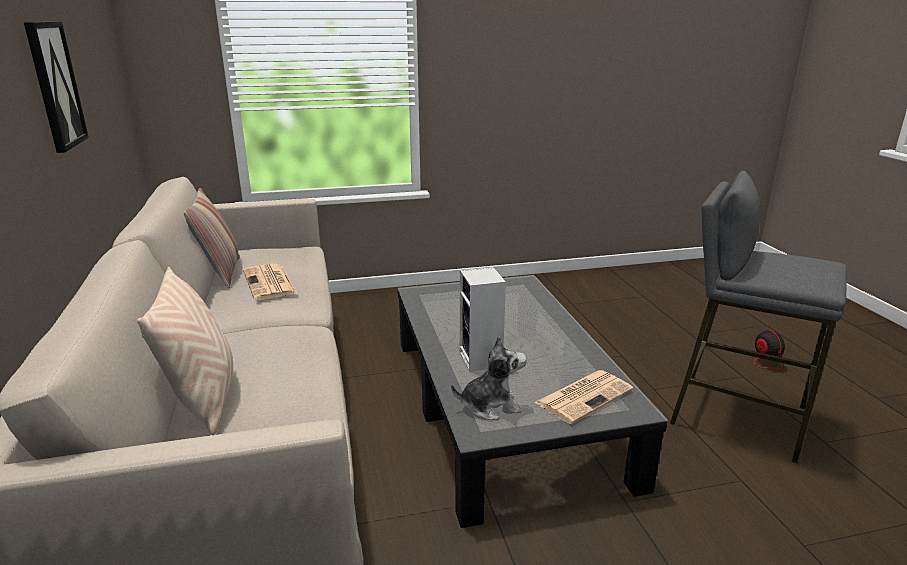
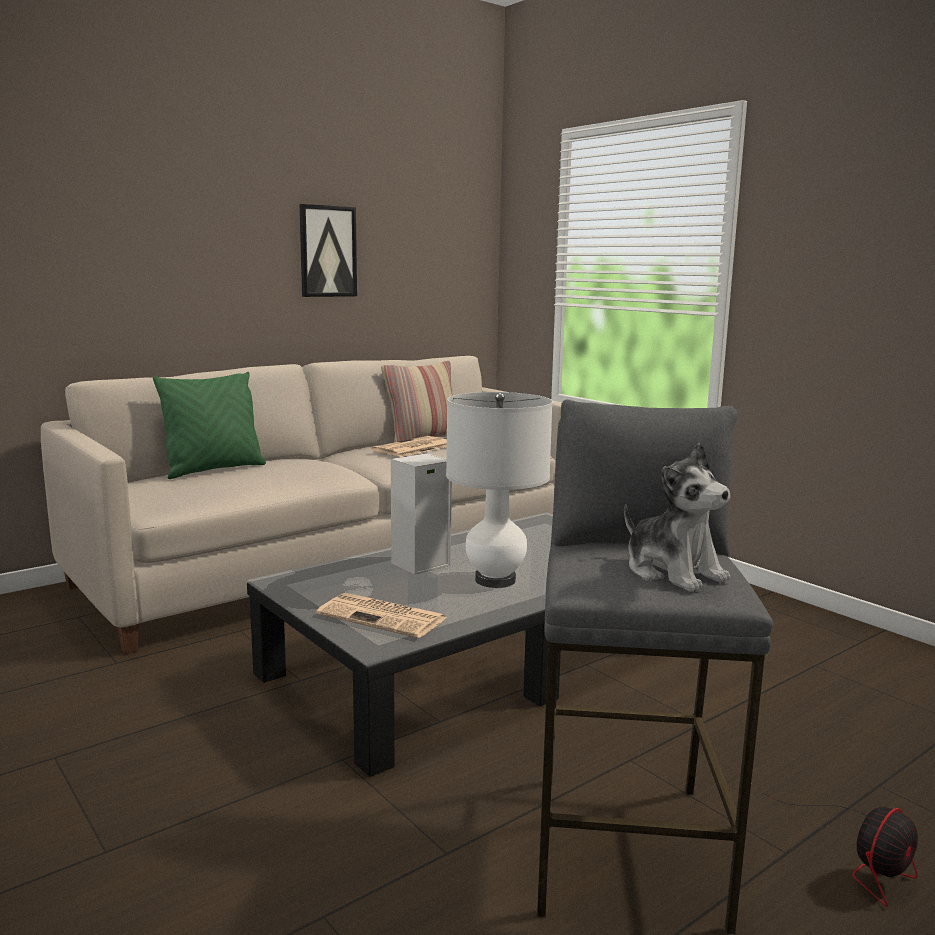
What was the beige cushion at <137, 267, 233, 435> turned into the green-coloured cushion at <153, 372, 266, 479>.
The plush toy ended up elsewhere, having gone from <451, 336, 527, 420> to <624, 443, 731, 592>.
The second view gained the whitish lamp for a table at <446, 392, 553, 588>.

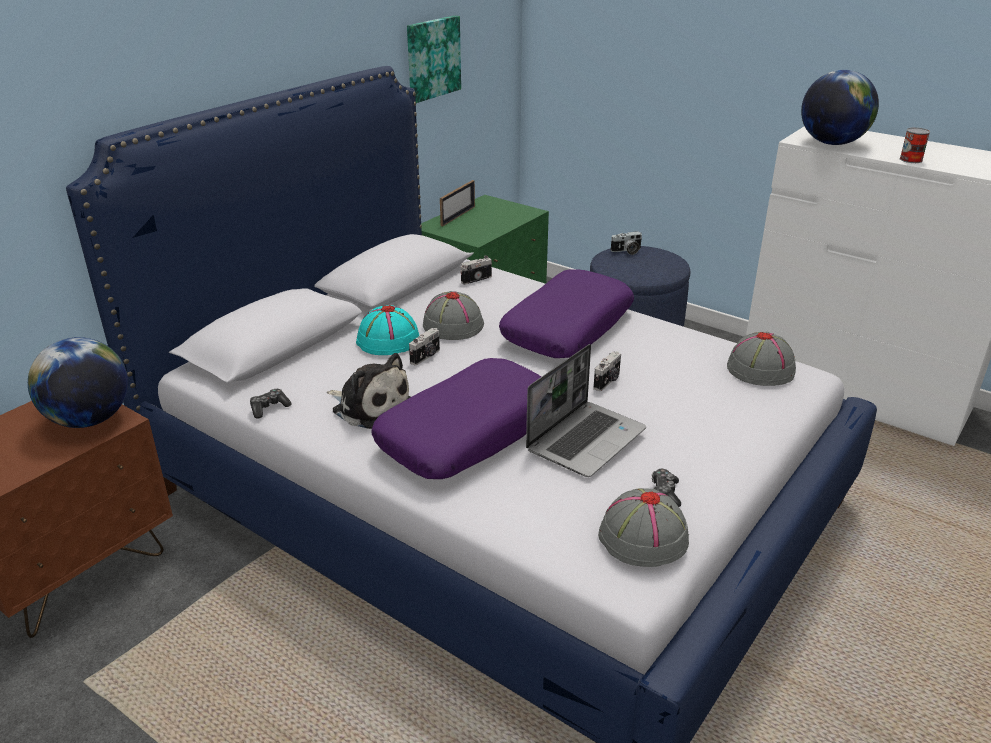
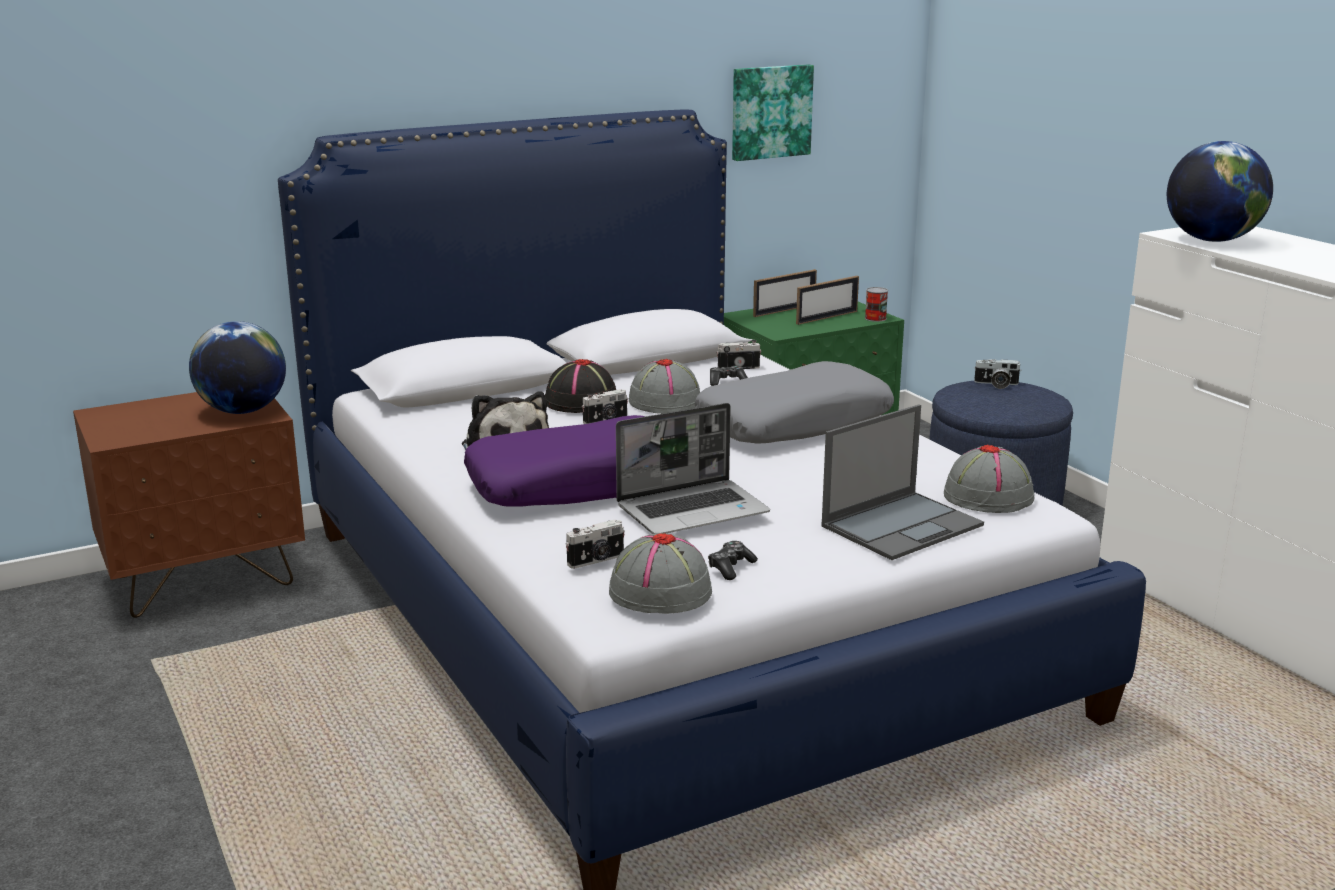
The sealed can ended up elsewhere, having gone from <900, 127, 930, 163> to <865, 287, 888, 322>.
What was the purple cushion at <499, 270, 634, 358> turned into the grey cushion at <695, 361, 894, 444>.
What was the blue-green hat at <356, 305, 419, 355> turned into the black-coloured hat at <545, 359, 616, 413>.
The photo camera ended up elsewhere, having gone from <593, 351, 621, 391> to <565, 519, 625, 569>.
The game controller ended up elsewhere, having gone from <250, 389, 292, 419> to <710, 366, 748, 386>.
The second view gained the photo frame at <796, 276, 859, 325>.
The second view gained the laptop at <821, 405, 984, 560>.

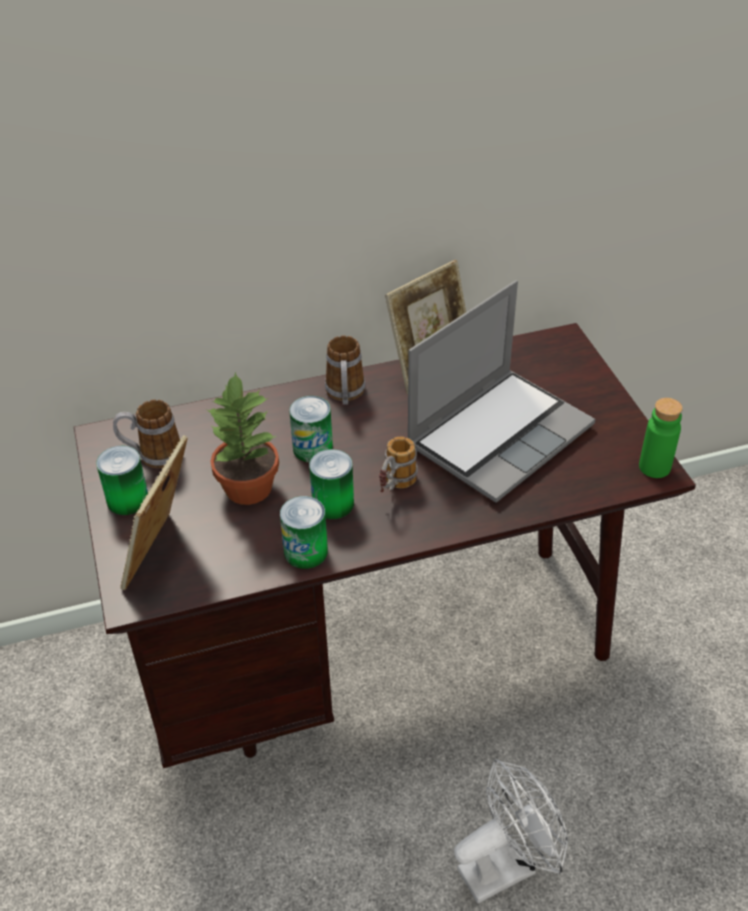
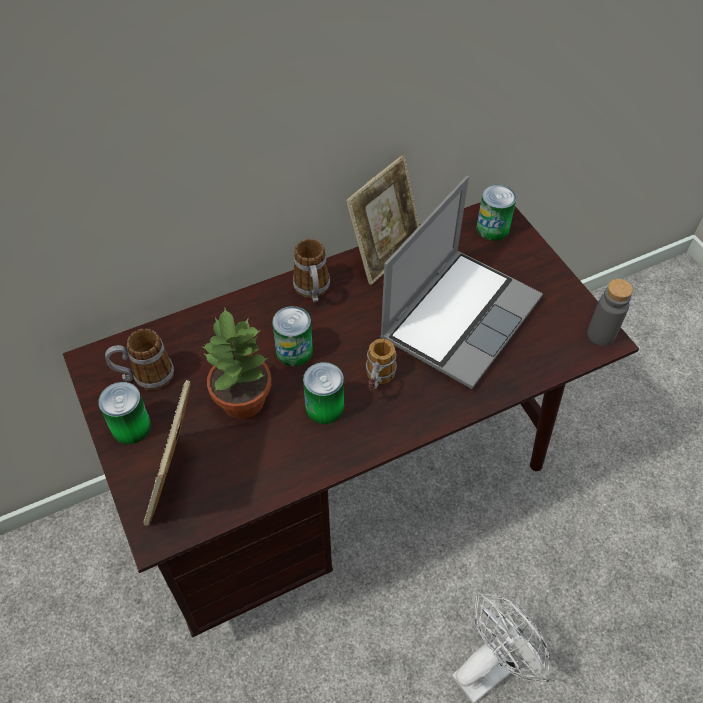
What was the green-coloured drink bottle at <639, 398, 683, 478> turned into the grey drink bottle at <587, 279, 633, 346>.
The sealed can ended up elsewhere, having gone from <280, 496, 328, 569> to <477, 185, 516, 241>.

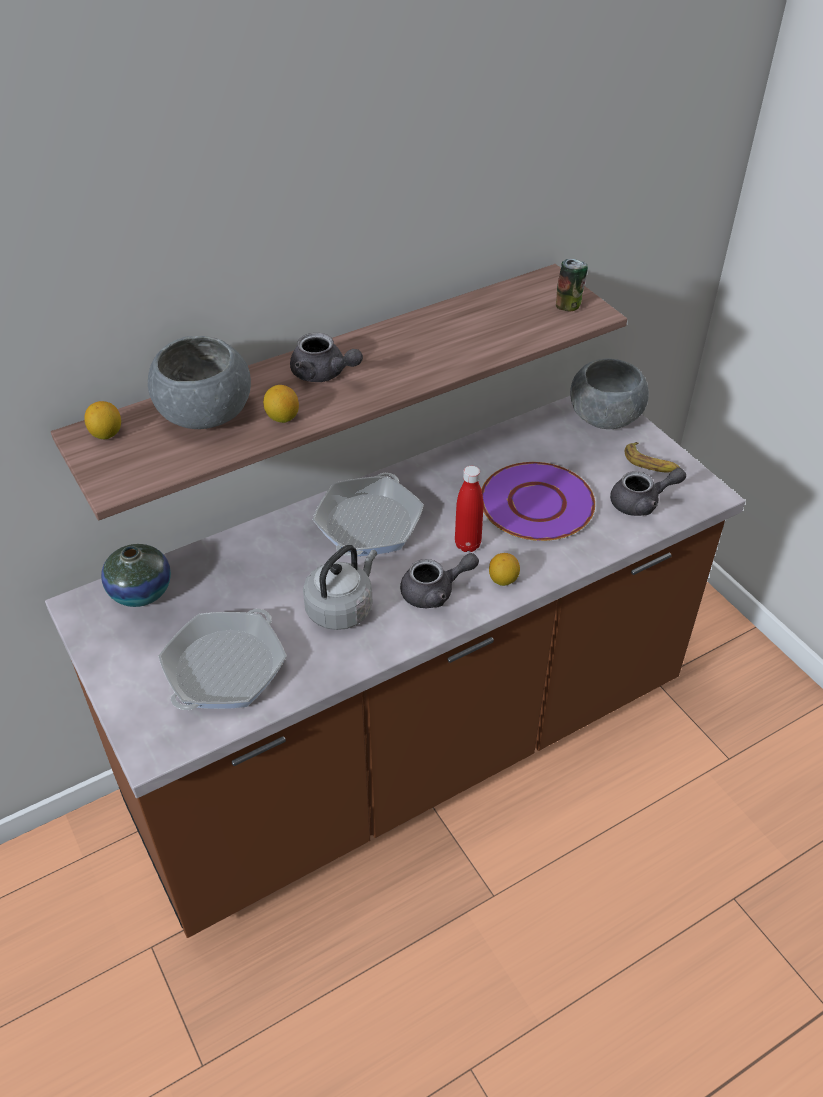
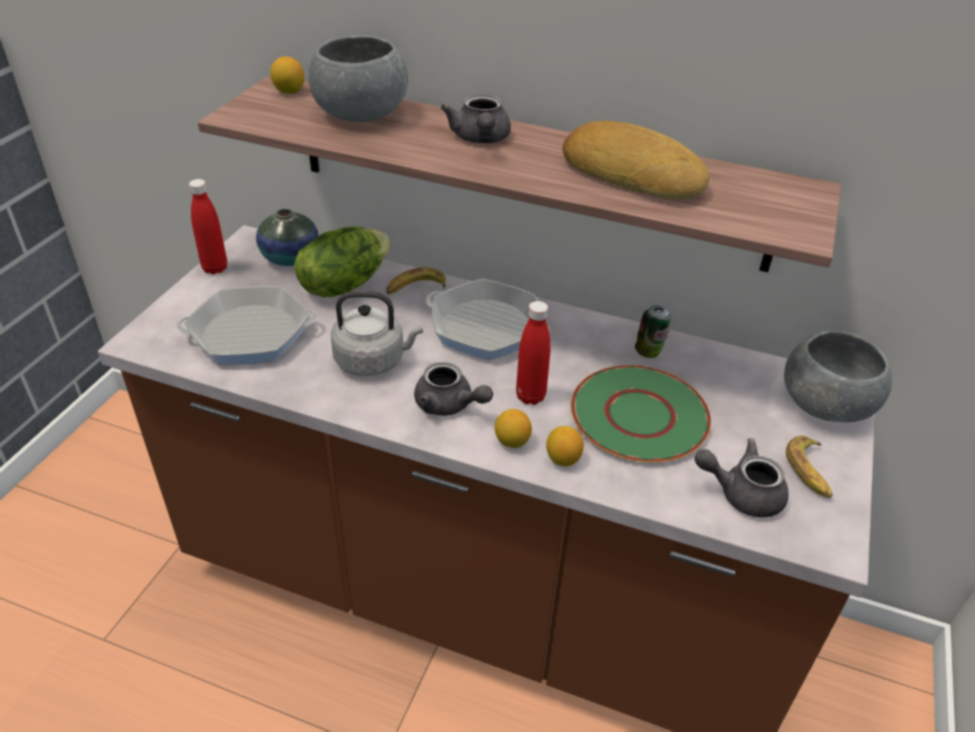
The sealed can ended up elsewhere, having gone from <556, 259, 588, 311> to <635, 305, 671, 358>.
The citrus fruit ended up elsewhere, having gone from <263, 385, 299, 423> to <546, 426, 584, 466>.
What was the purple plate at <481, 462, 595, 541> turned into the green-coloured plate at <571, 365, 711, 462>.
The grey tea pot at <610, 468, 686, 516> ended up facing another way, 150 degrees clockwise from before.
The skillet at <312, 473, 424, 556> ended up facing another way, 45 degrees clockwise from before.
The second view gained the bread at <562, 121, 710, 200>.
The second view gained the red-coloured drink bottle at <189, 179, 227, 274>.
The second view gained the lettuce at <294, 226, 390, 298>.
The second view gained the banana fruit at <386, 267, 446, 295>.

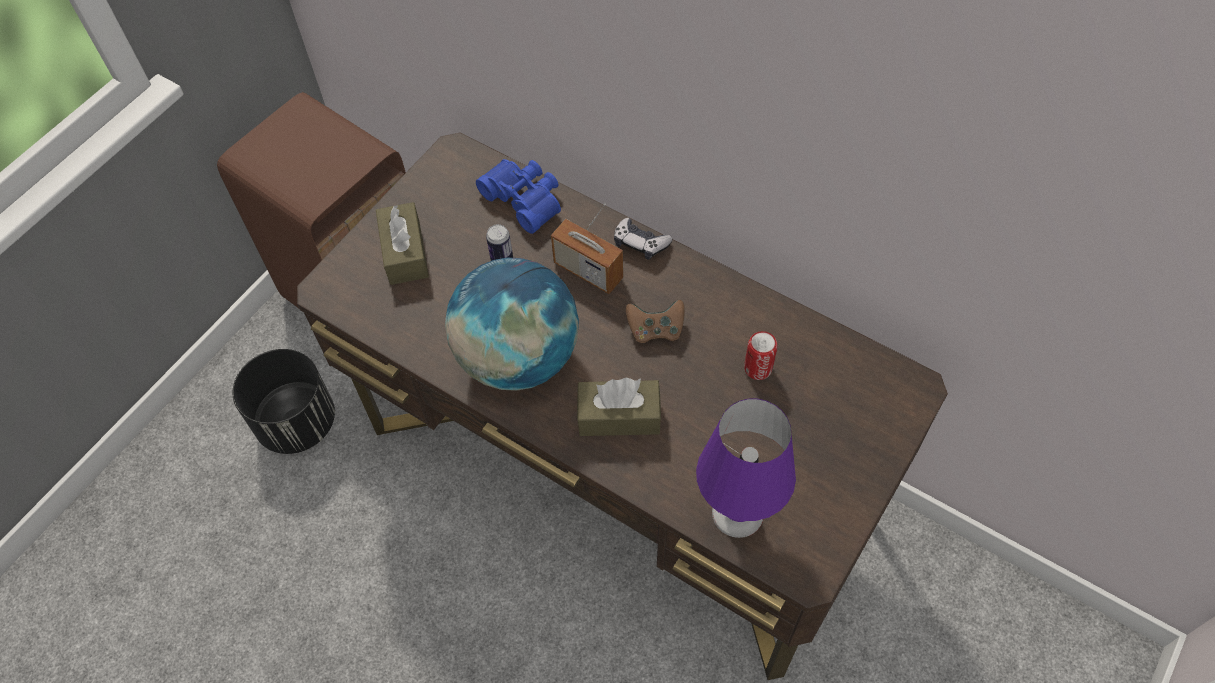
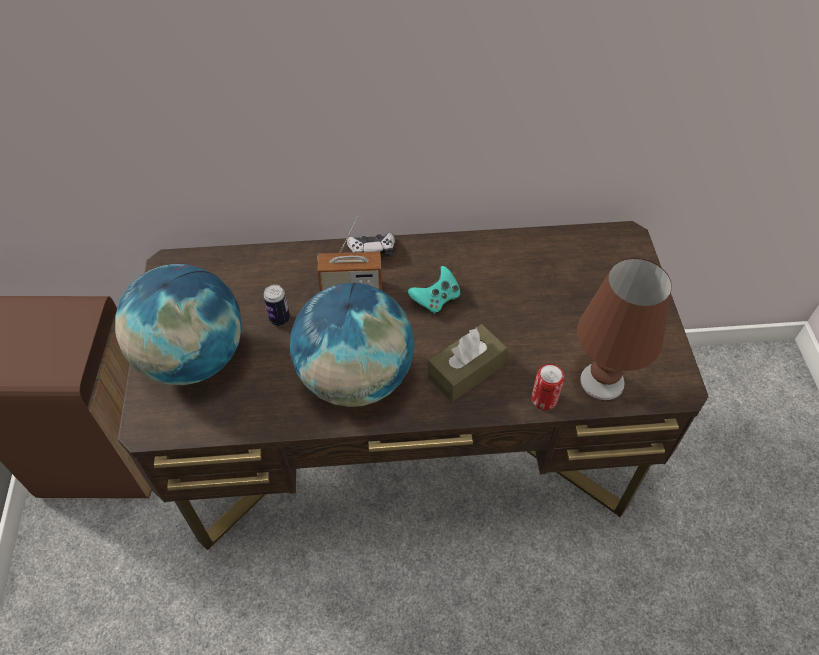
The second view lost the bluish pair of binoculars at <476, 159, 561, 234>.
Where the brown-coloured tissue box stood at <376, 202, 429, 285>, the globe came to stand at <115, 264, 242, 385>.
What was the brown-coloured game controller at <626, 300, 685, 343> turned into the blue-green game controller at <408, 266, 460, 314>.
The sealed can ended up elsewhere, having gone from <744, 331, 778, 380> to <532, 364, 564, 410>.
The second view lost the black-coloured plant pot at <233, 349, 335, 454>.
What was the purple lamp for a table at <696, 399, 796, 538> turned into the brown-coloured lamp for a table at <577, 258, 672, 400>.

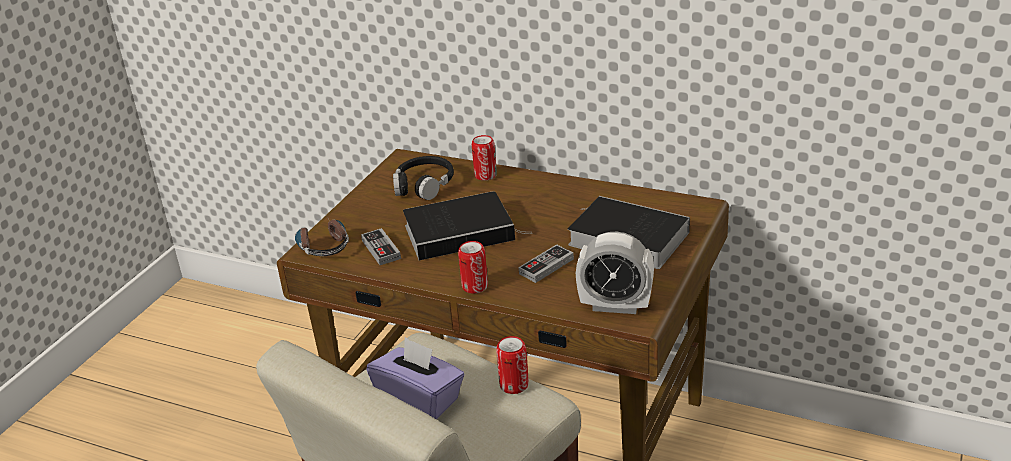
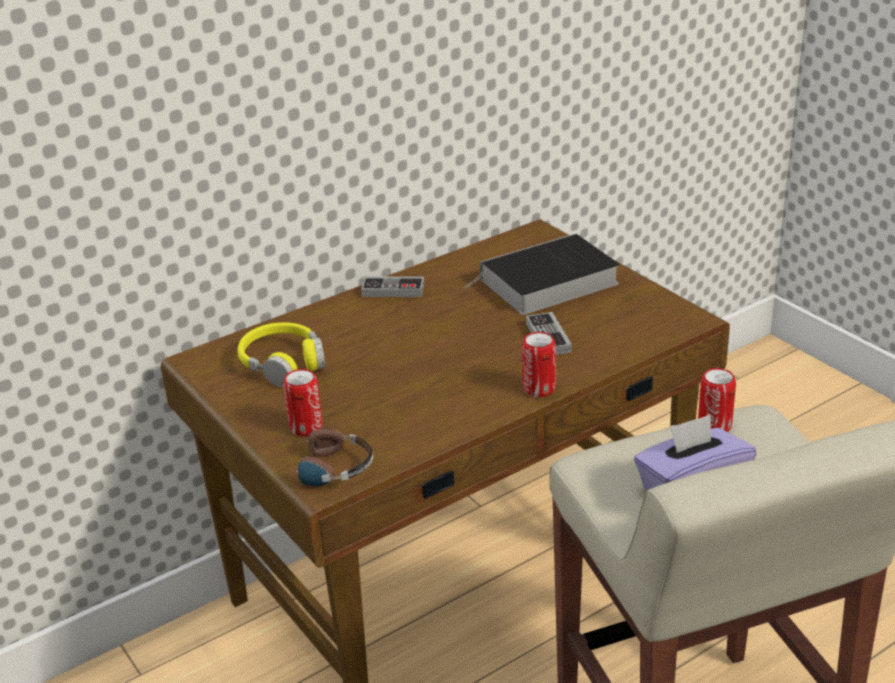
The sealed can ended up elsewhere, having gone from <472, 135, 497, 181> to <283, 369, 323, 436>.
What was the black-coloured headset at <393, 156, 454, 200> turned into the yellow headset at <237, 322, 325, 387>.
The second view lost the book at <403, 191, 532, 261>.
The game controller ended up elsewhere, having gone from <361, 228, 401, 265> to <361, 276, 424, 297>.
The second view lost the alarm clock at <576, 232, 654, 314>.

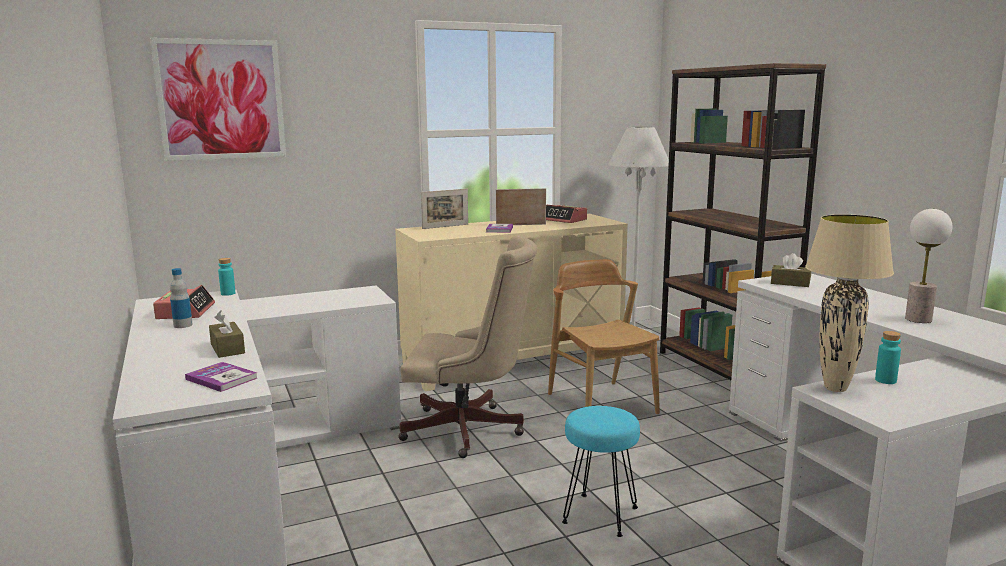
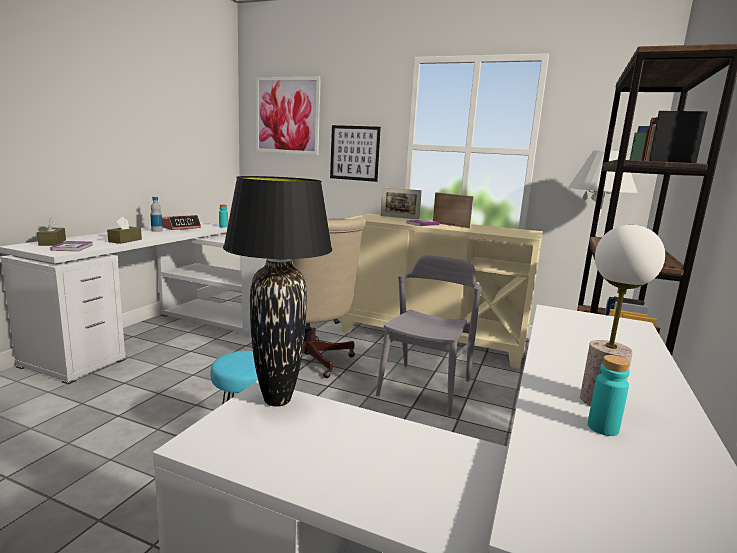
The second view lost the alarm clock at <546, 205, 587, 223>.
What was the beige lamp for a table at <805, 214, 894, 392> turned into the black-coloured lamp for a table at <223, 176, 333, 407>.
The brown-coloured tissue box ended up elsewhere, having gone from <771, 253, 811, 287> to <37, 217, 66, 246>.
What was the brown-coloured plain chair at <548, 259, 660, 415> turned into the grey plain chair at <376, 255, 482, 416>.
The blue-green drink bottle ended up elsewhere, having gone from <875, 331, 901, 384> to <588, 355, 630, 436>.
The second view gained the picture at <330, 125, 381, 182>.

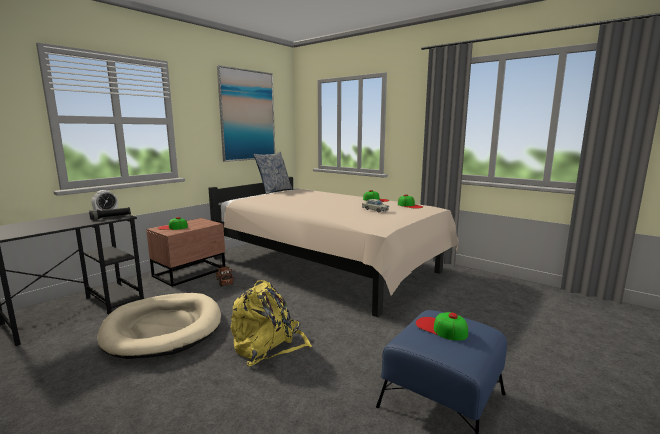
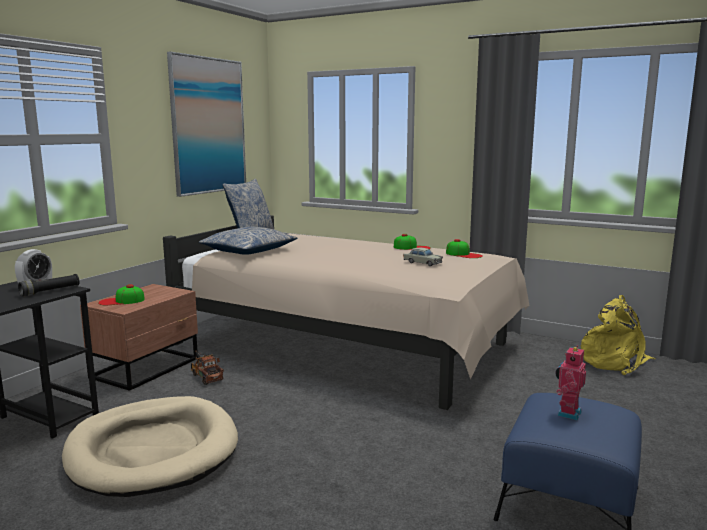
The yellow rucksack ended up elsewhere, having gone from <230, 280, 312, 366> to <581, 295, 656, 375>.
Where the cap stood at <416, 312, 468, 341>, the robot figure came to stand at <555, 346, 586, 420>.
The second view gained the cushion at <199, 227, 297, 255>.

